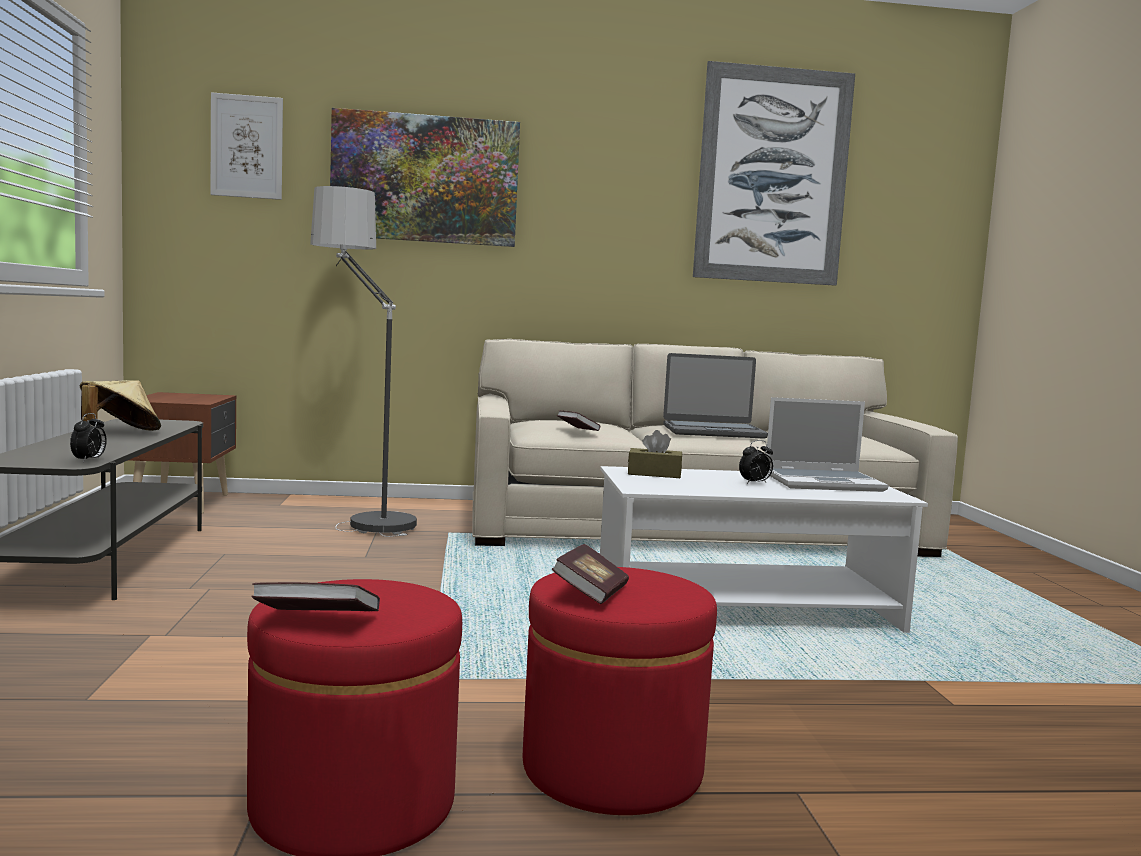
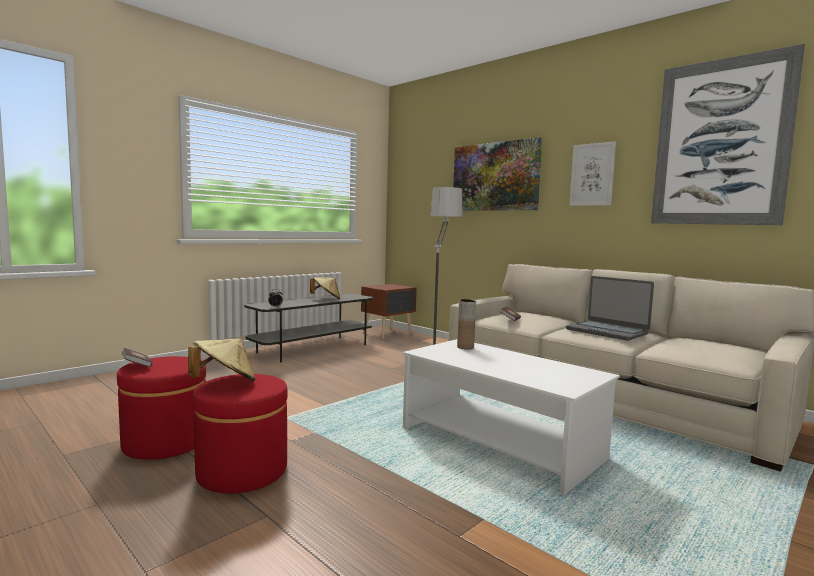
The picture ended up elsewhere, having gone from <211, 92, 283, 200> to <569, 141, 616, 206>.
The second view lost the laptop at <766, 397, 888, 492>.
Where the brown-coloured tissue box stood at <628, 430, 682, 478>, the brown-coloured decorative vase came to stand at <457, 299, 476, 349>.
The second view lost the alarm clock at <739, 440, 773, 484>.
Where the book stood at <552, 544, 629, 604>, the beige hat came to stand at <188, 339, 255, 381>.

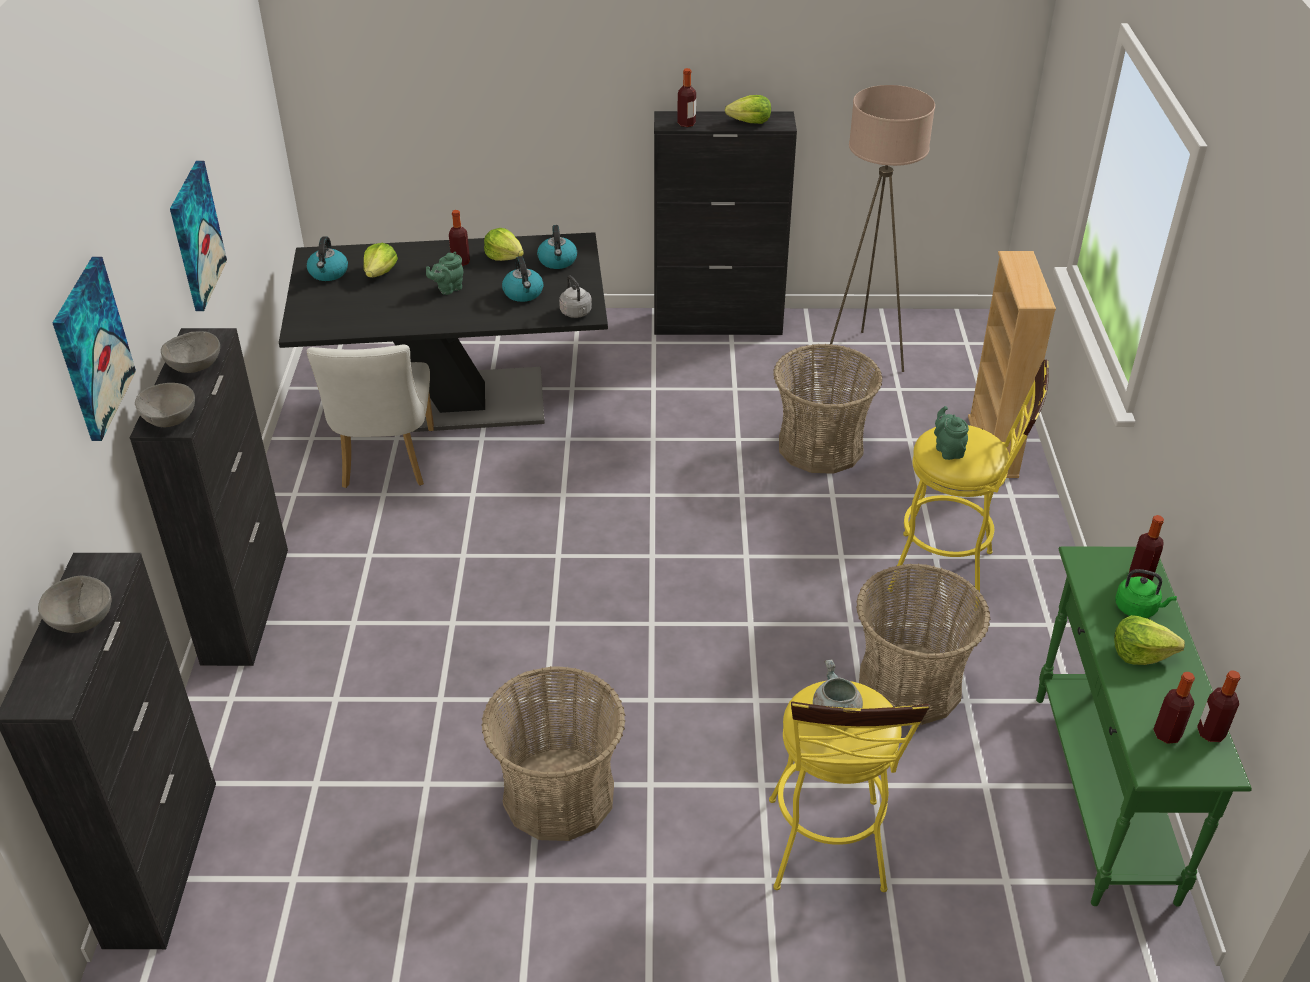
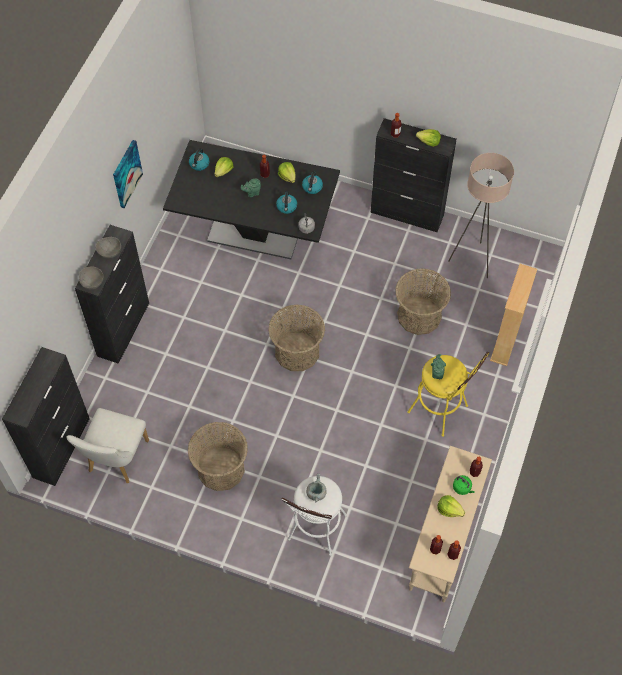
The second view lost the picture at <53, 257, 136, 441>.
The whitish plain chair ended up elsewhere, having gone from <307, 344, 434, 488> to <66, 408, 149, 483>.
What was the green-coloured narrow table at <1036, 547, 1252, 907> turned into the beige narrow table at <409, 446, 492, 603>.
The storage basket ended up elsewhere, having gone from <856, 563, 990, 725> to <268, 305, 325, 371>.
The second view lost the grey deep dish at <38, 576, 112, 633>.
What was the yellow stool at <769, 681, 930, 892> turned into the whitish stool at <282, 476, 347, 556>.

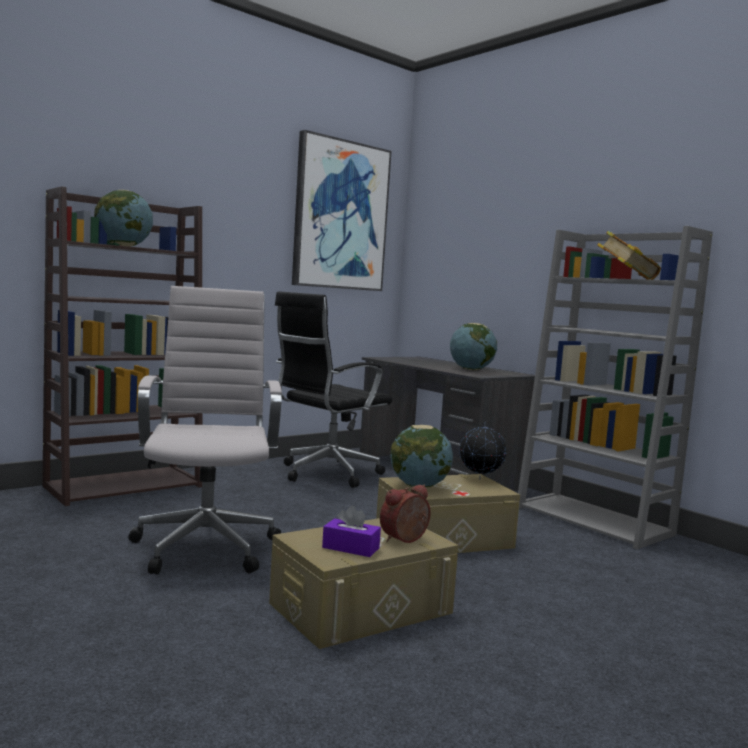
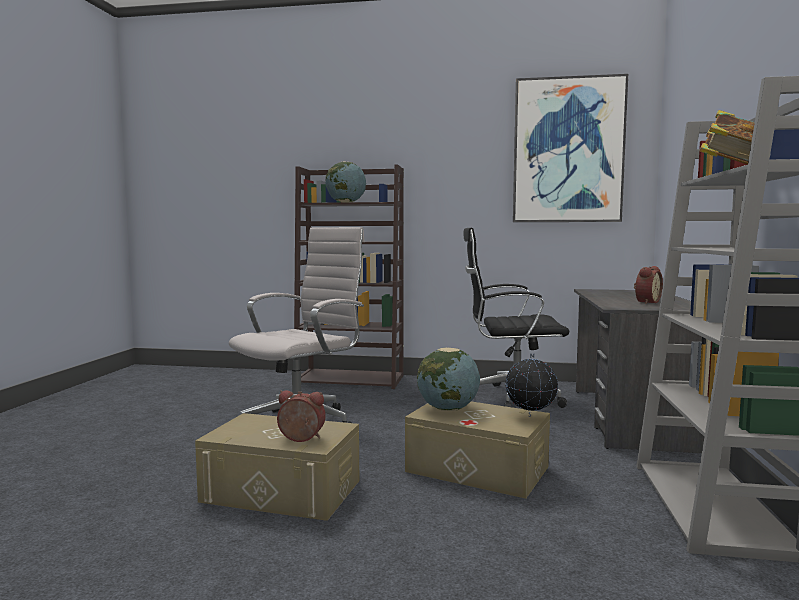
Where the globe stood at <450, 323, 497, 370>, the alarm clock came to stand at <634, 266, 663, 304>.
The second view lost the purple tissue box at <322, 506, 381, 557>.

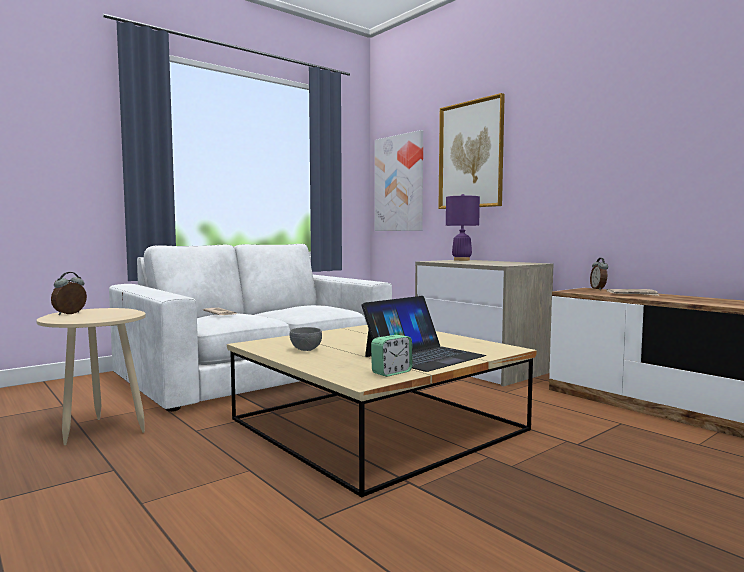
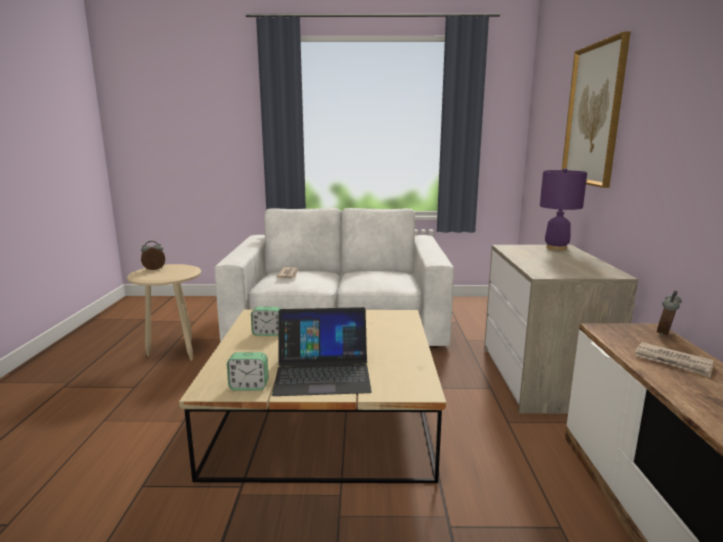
The second view lost the picture at <375, 130, 423, 231>.
Where the grey deep dish stood at <290, 327, 322, 351>, the alarm clock came to stand at <251, 306, 281, 336>.

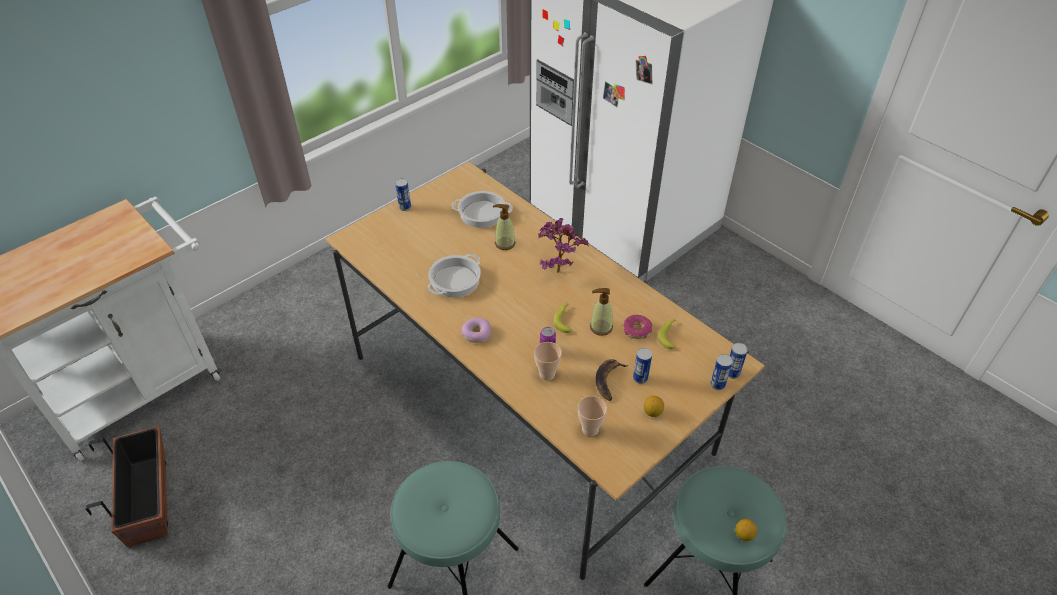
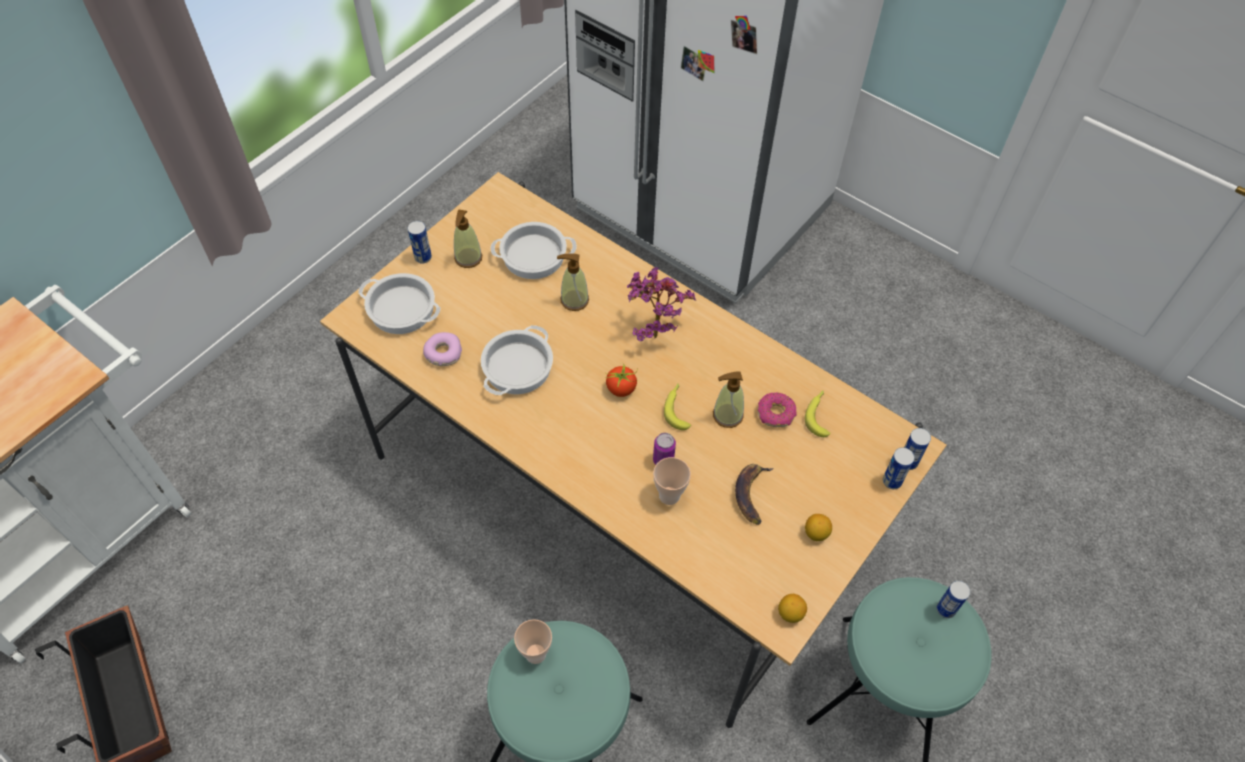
The doughnut ended up elsewhere, having gone from <462, 318, 491, 343> to <423, 332, 462, 366>.
The sealed can ended up elsewhere, having gone from <633, 348, 652, 384> to <936, 581, 970, 618>.
The drinking cup ended up elsewhere, having gone from <578, 396, 607, 436> to <514, 619, 552, 664>.
The citrus fruit ended up elsewhere, having gone from <735, 519, 757, 541> to <778, 594, 807, 623>.
The second view gained the liquid soap bottle at <454, 209, 482, 268>.
The second view gained the saucepot at <358, 273, 440, 334>.
The second view gained the tomato at <606, 363, 638, 397>.

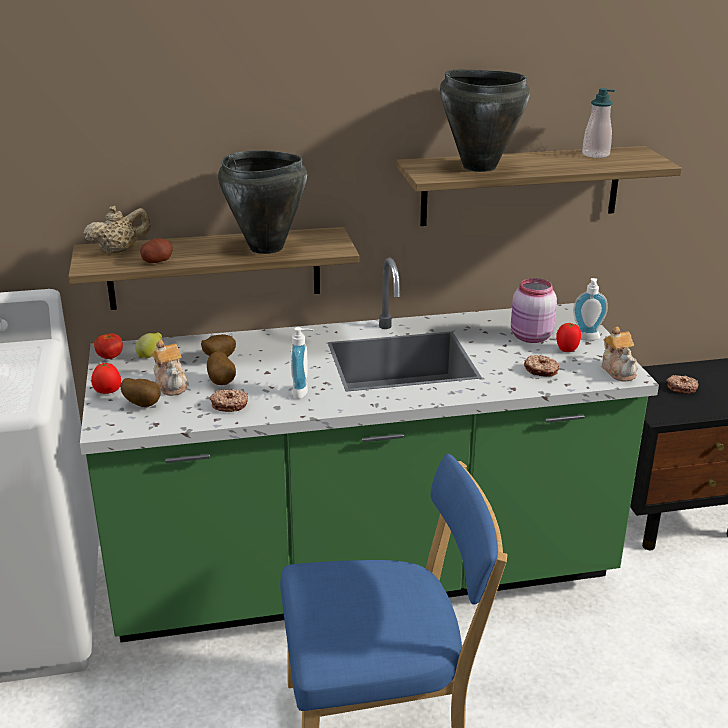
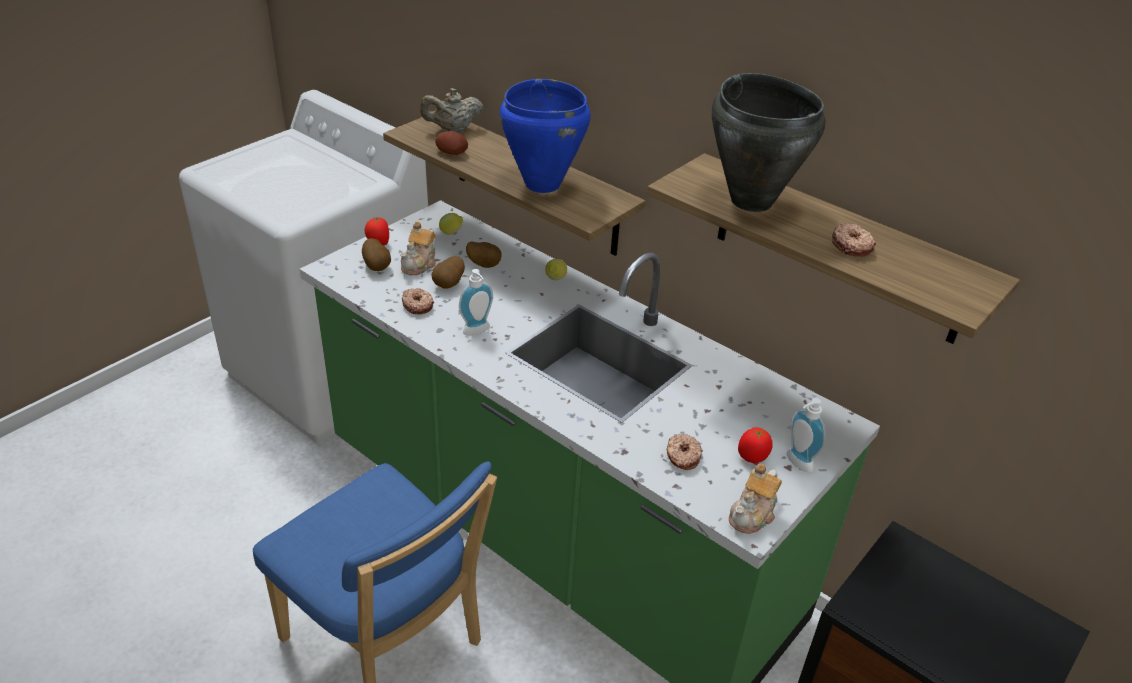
The second view lost the liquid soap bottle at <582, 88, 615, 158>.
What was the black-coloured saucepot at <218, 150, 307, 254> turned into the bluish saucepot at <500, 79, 591, 193>.
The beige tea pot at <83, 206, 151, 254> ended up facing another way, 135 degrees clockwise from before.
The second view lost the pink-coloured storage jar at <511, 278, 557, 343>.
The second view lost the tomato at <94, 333, 123, 359>.
The doughnut ended up elsewhere, having gone from <667, 375, 698, 394> to <832, 223, 876, 257>.
The second view gained the citrus fruit at <545, 259, 567, 280>.

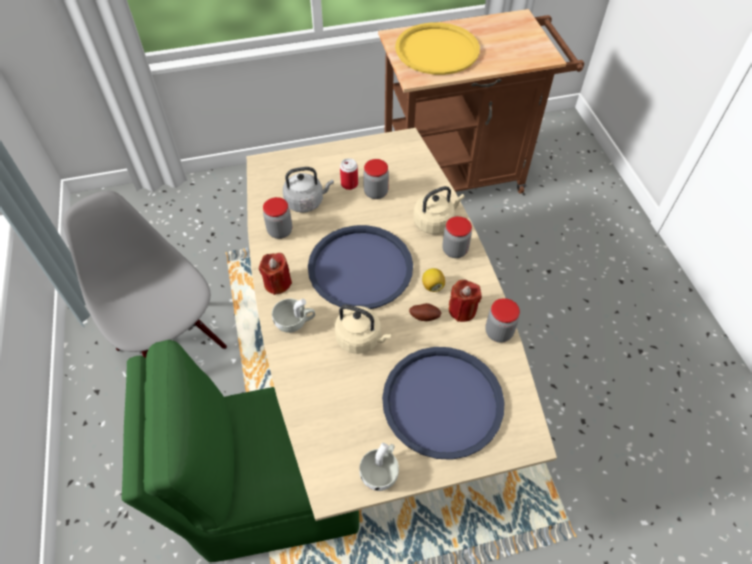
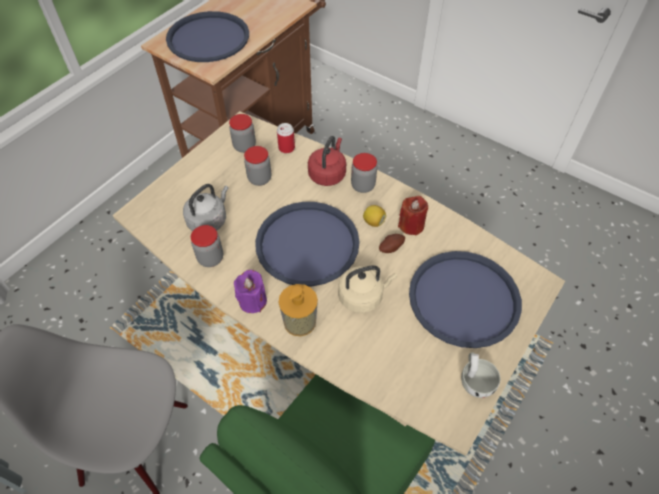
What was the yellow tray at <395, 22, 480, 75> turned into the bluish tray at <166, 11, 249, 62>.
The sealed can ended up elsewhere, having gone from <340, 158, 358, 190> to <277, 123, 295, 153>.
What was the beige water kettle at <413, 186, 465, 234> turned into the red-coloured water kettle at <308, 136, 346, 186>.
What was the red-coloured wax candle at <259, 253, 292, 295> turned into the purple wax candle at <234, 270, 267, 313>.
Where the whitish drinking cup stood at <272, 298, 315, 333>, the liquid soap bottle came to stand at <278, 284, 318, 336>.
The storage jar ended up elsewhere, having gone from <485, 298, 520, 343> to <229, 114, 256, 153>.

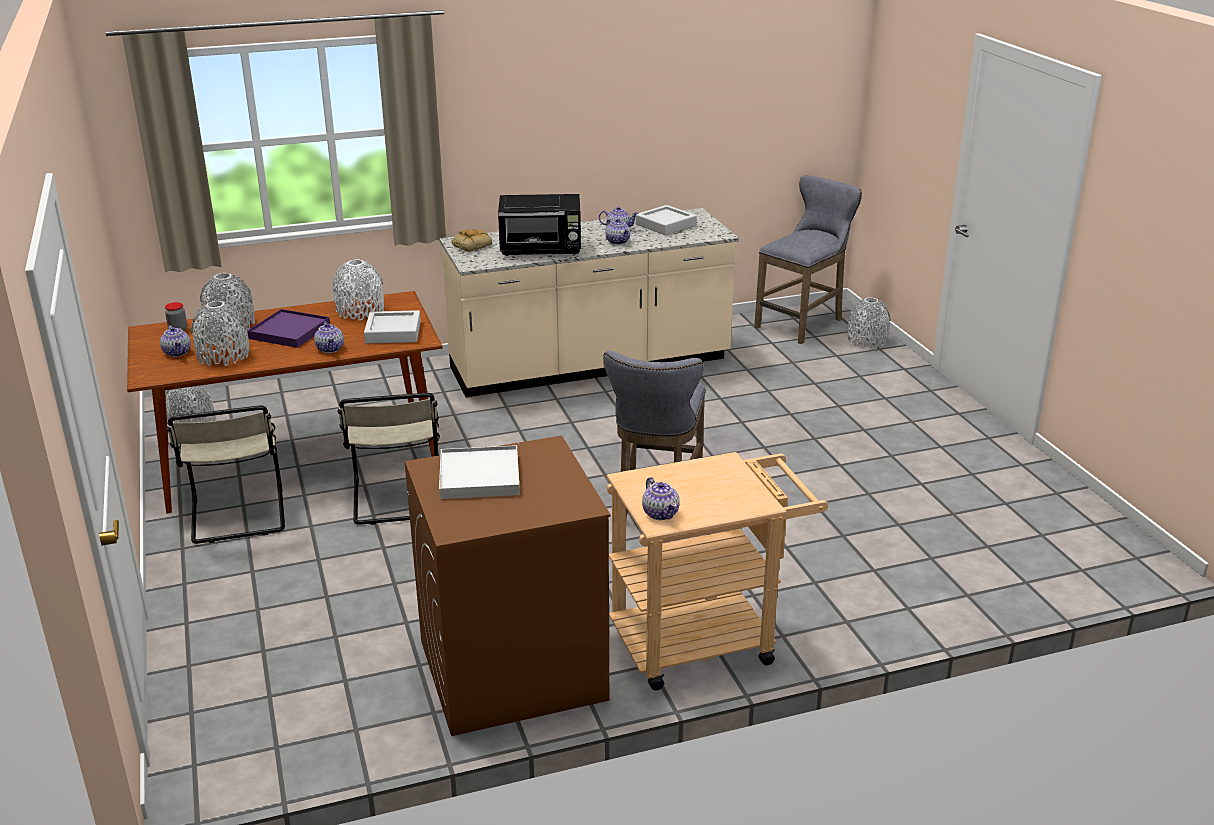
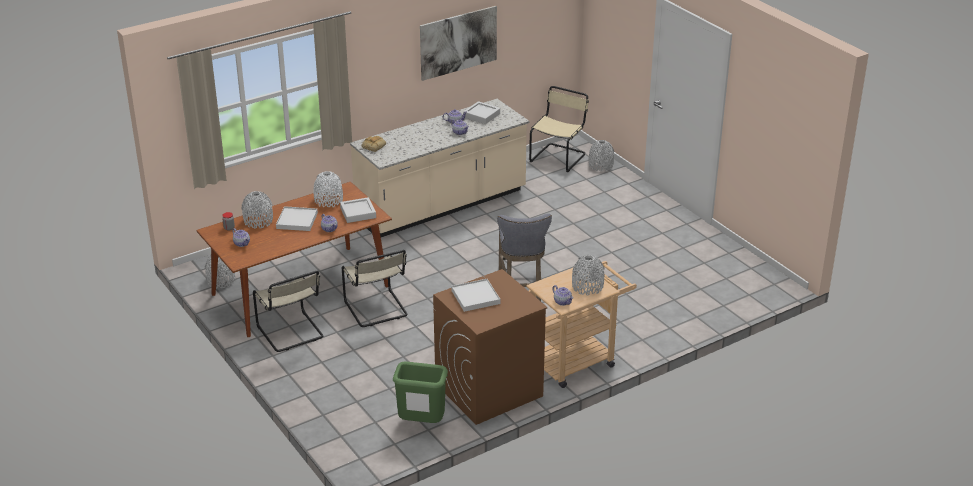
Where the grey stool stood at <754, 175, 862, 344>, the beige plain chair came to stand at <529, 86, 589, 172>.
The second view lost the black-coloured microwave oven at <498, 194, 581, 256>.
The grey decorative vase ended up elsewhere, having gone from <191, 301, 249, 366> to <572, 255, 604, 295>.
What was the purple tray at <247, 309, 330, 348> turned into the whitish tray at <276, 206, 318, 231>.
The second view gained the picture at <420, 6, 497, 81>.
The second view gained the green-coloured waste bin at <393, 361, 448, 423>.

